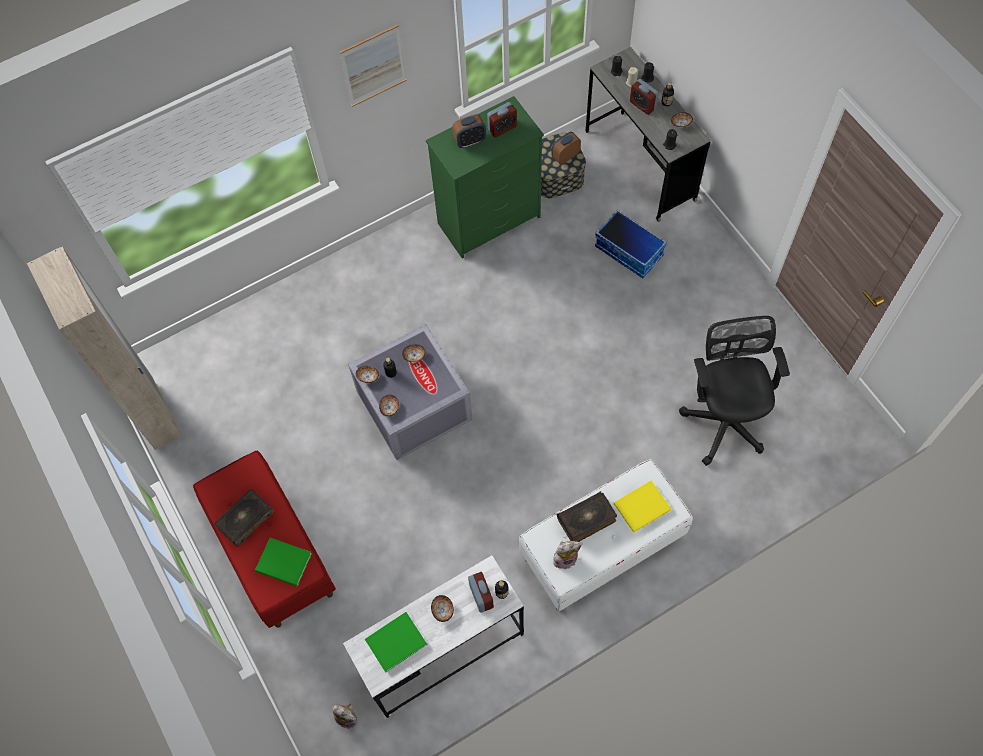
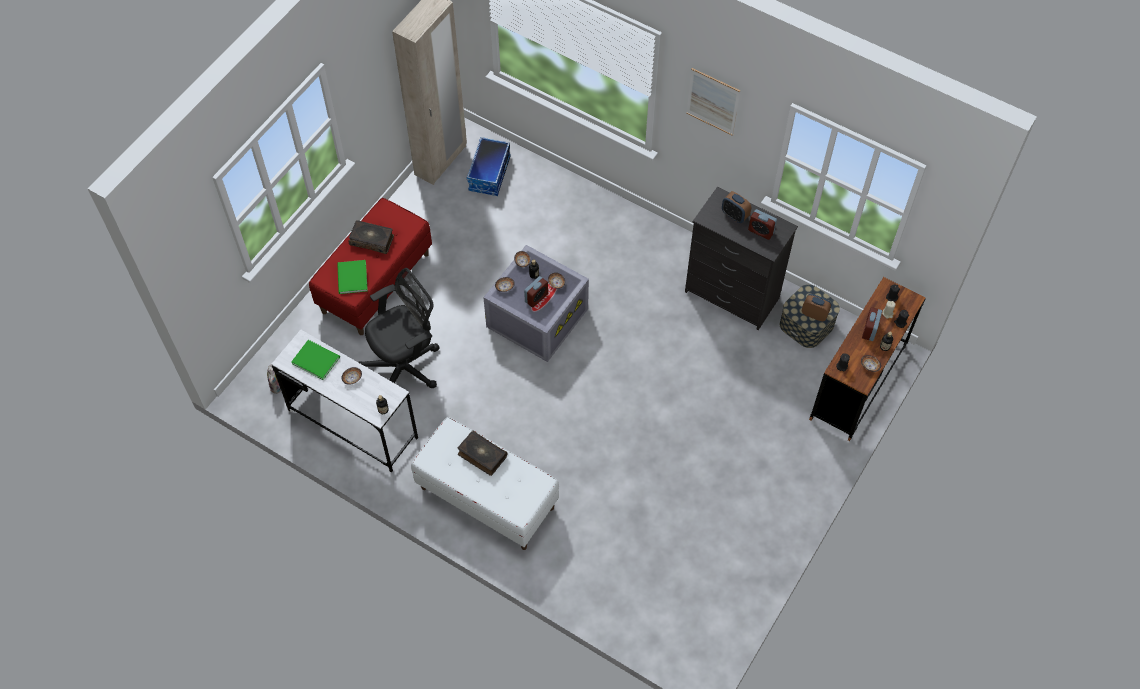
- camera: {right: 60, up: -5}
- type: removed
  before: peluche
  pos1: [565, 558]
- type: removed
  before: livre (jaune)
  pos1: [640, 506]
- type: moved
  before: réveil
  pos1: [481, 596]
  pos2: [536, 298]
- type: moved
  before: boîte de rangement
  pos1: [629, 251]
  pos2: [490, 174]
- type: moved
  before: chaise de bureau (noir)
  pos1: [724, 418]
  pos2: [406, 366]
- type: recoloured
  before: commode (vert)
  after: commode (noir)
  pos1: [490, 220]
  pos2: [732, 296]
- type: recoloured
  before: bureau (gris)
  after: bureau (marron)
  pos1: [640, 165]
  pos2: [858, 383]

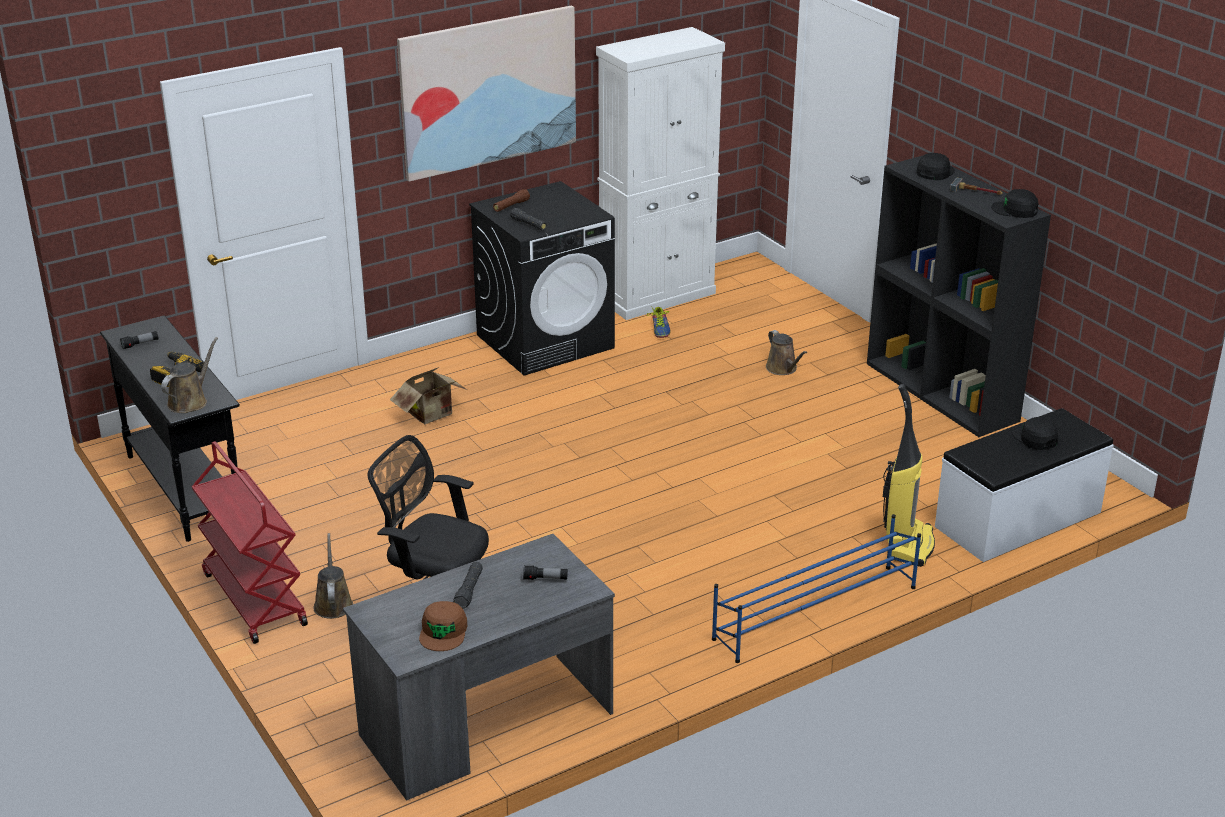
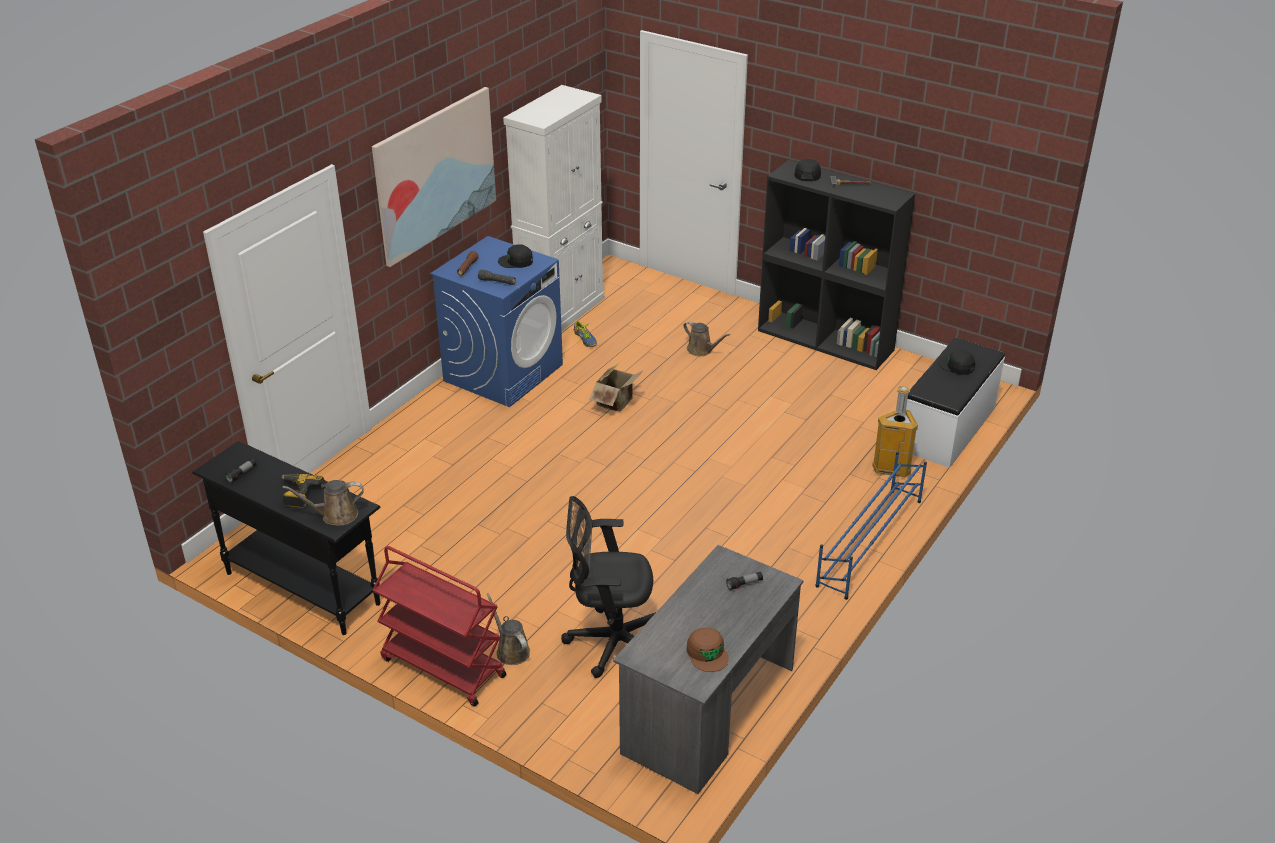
- camera: {right: -25, up: 5}
- type: removed
  before: lampe de poche (noir)
  pos1: [469, 590]
- type: moved
  before: carton
  pos1: [432, 415]
  pos2: [617, 403]
- type: moved
  before: casquette (noir)
  pos1: [1015, 210]
  pos2: [516, 261]
- type: replaced
  before: aspirateur
  after: poubelle
  pos1: [907, 544]
  pos2: [891, 469]
- type: recoloured
  before: lave-linge (noir)
  after: lave-linge (bleu)
  pos1: [545, 341]
  pos2: [503, 372]
- type: turned
  before: arrosoir (marron)
  pos1: [190, 401]
  pos2: [335, 515]
  turn: -105

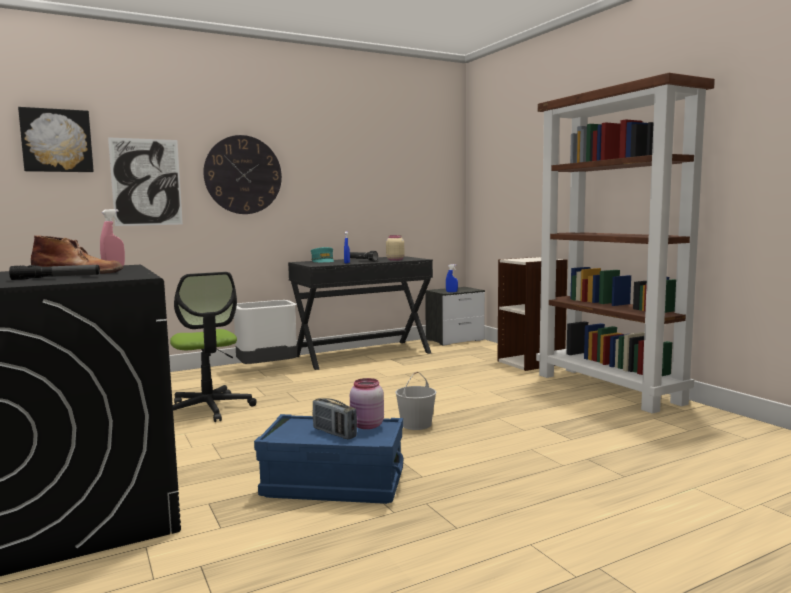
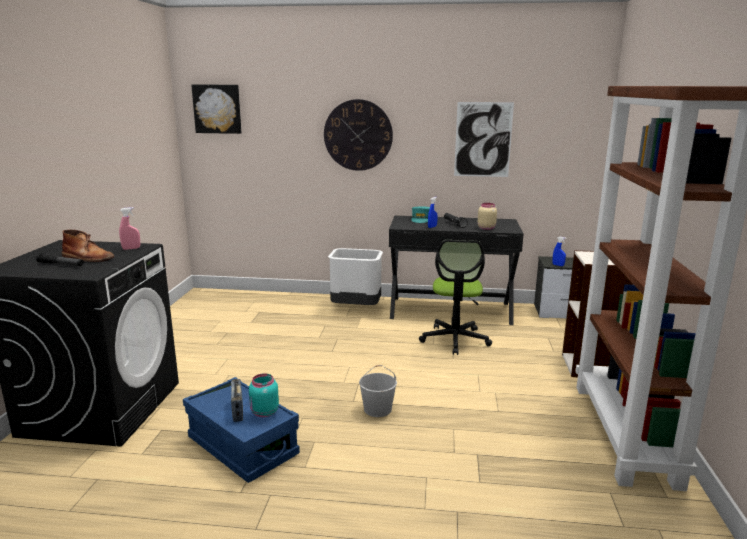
- camera: {right: 35, up: 10}
- type: moved
  before: tableau
  pos1: [146, 182]
  pos2: [483, 139]
- type: moved
  before: chaise de bureau
  pos1: [208, 409]
  pos2: [455, 340]
- type: recoloured
  before: bocal (rose)
  after: bocal (turquoise)
  pos1: [367, 426]
  pos2: [264, 412]

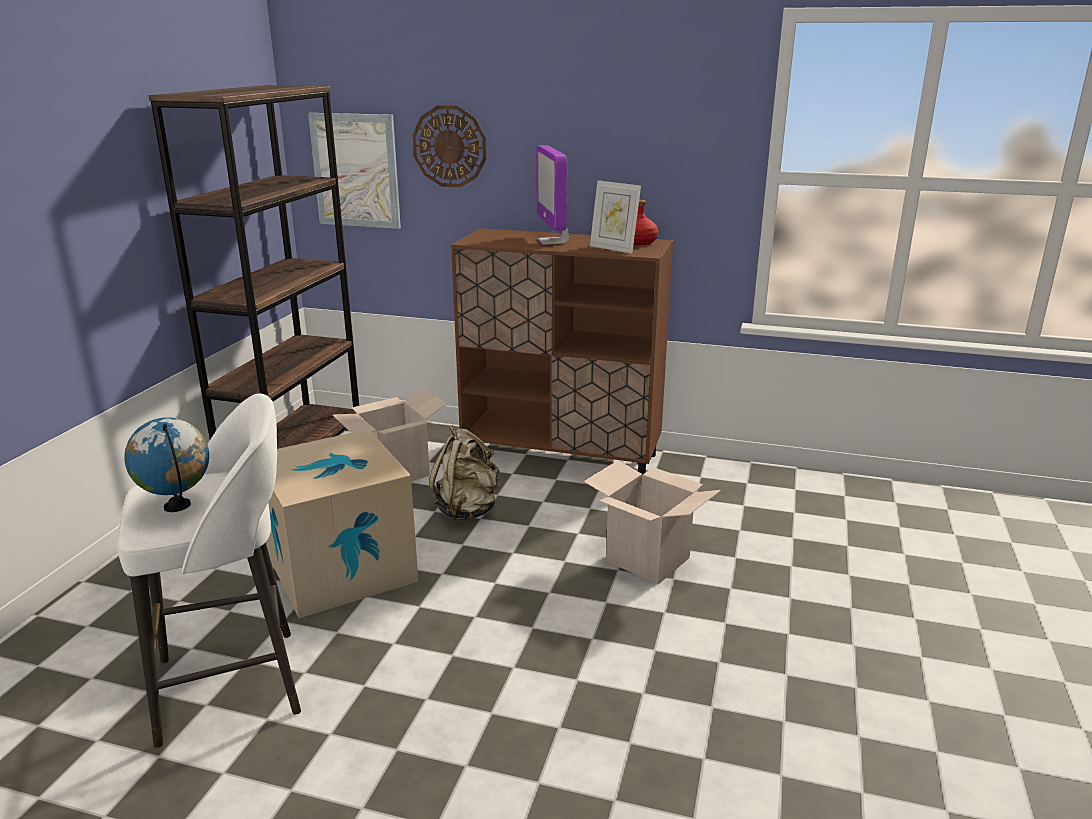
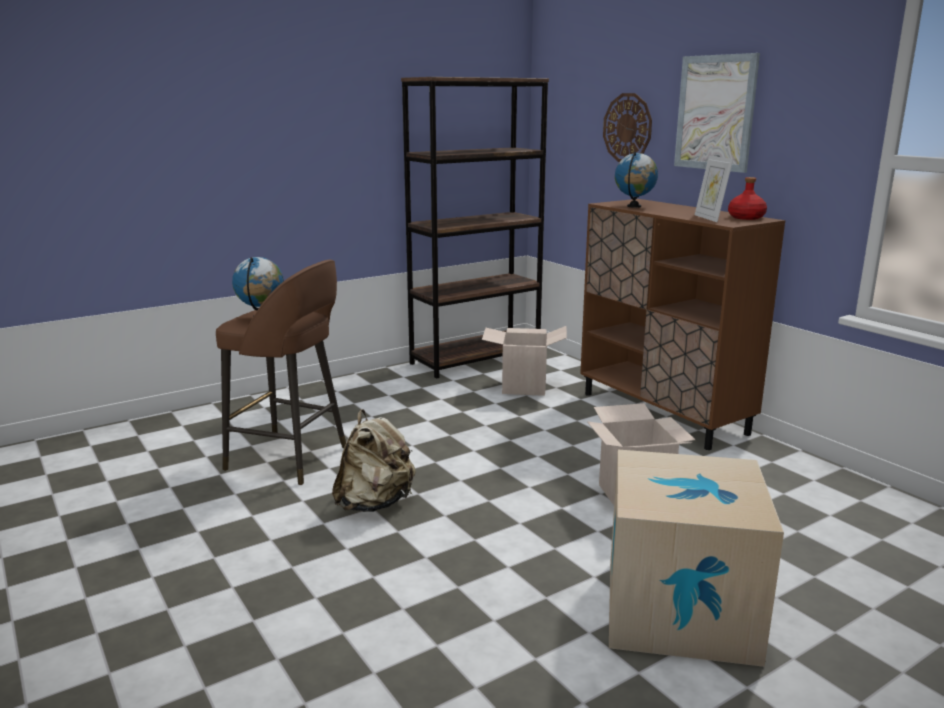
- camera: {right: 40, up: -5}
- type: removed
  before: écran d'ordinateur
  pos1: [553, 241]
- type: added
  after: globe
  pos2: [634, 206]
- type: moved
  before: carton
  pos1: [341, 568]
  pos2: [679, 610]
- type: moved
  before: tableau
  pos1: [356, 171]
  pos2: [715, 113]
- type: moved
  before: sac à dos (beige)
  pos1: [468, 510]
  pos2: [375, 504]
- type: recoloured
  before: tabouret (blanc)
  after: tabouret (marron)
  pos1: [234, 685]
  pos2: [290, 459]

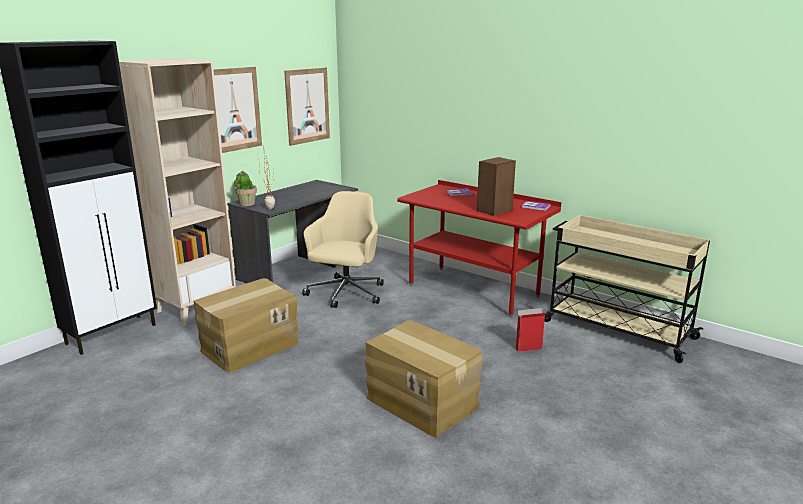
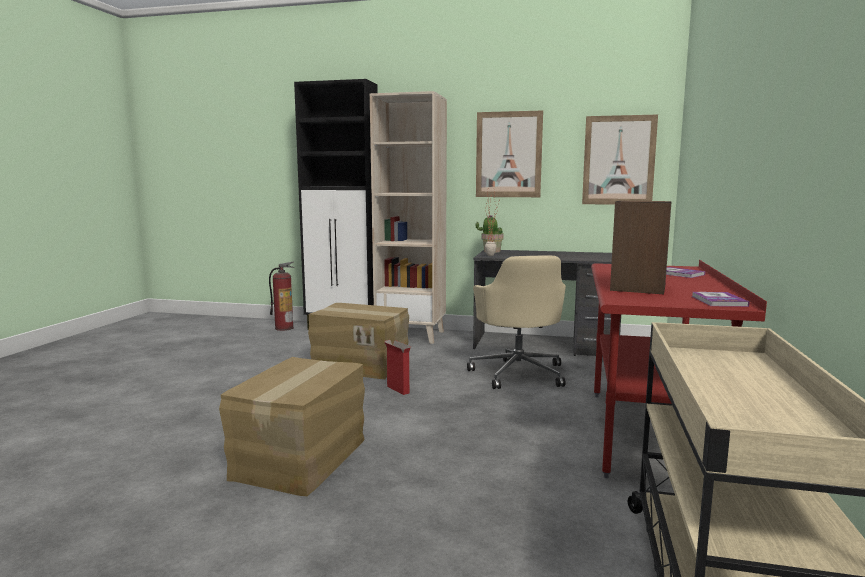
- camera: {right: 65, up: -10}
- type: added
  after: extincteur
  pos2: [284, 328]
- type: moved
  before: carton
  pos1: [528, 349]
  pos2: [397, 389]
- type: turned
  before: chaise de bureau (beige)
  pos1: [345, 294]
  pos2: [518, 373]
  turn: 90

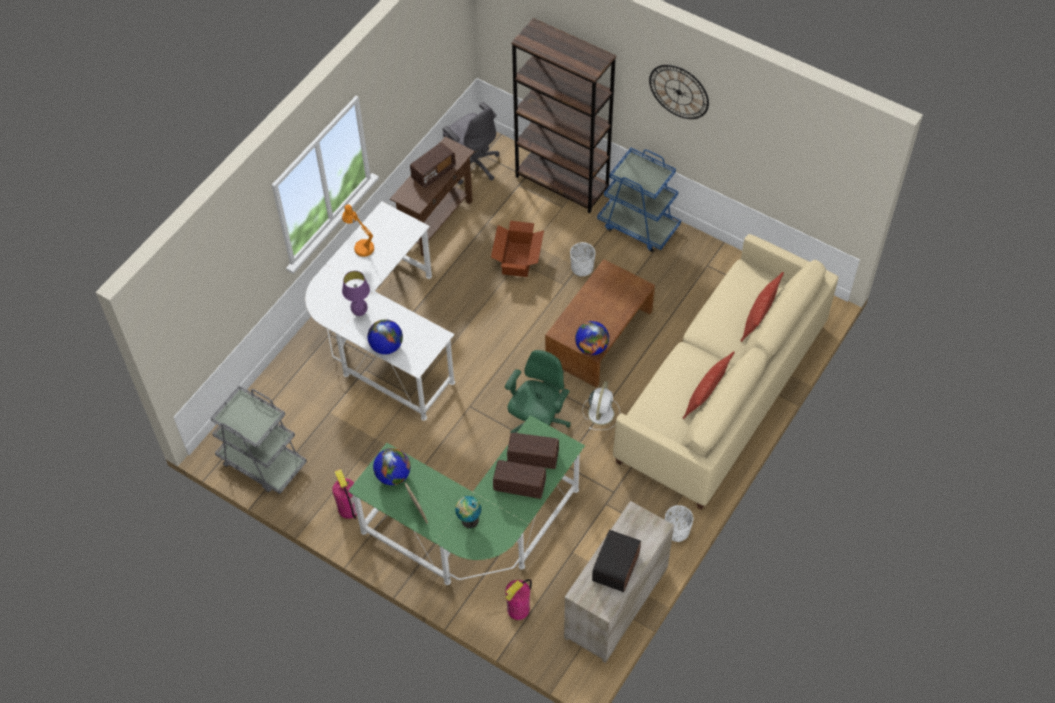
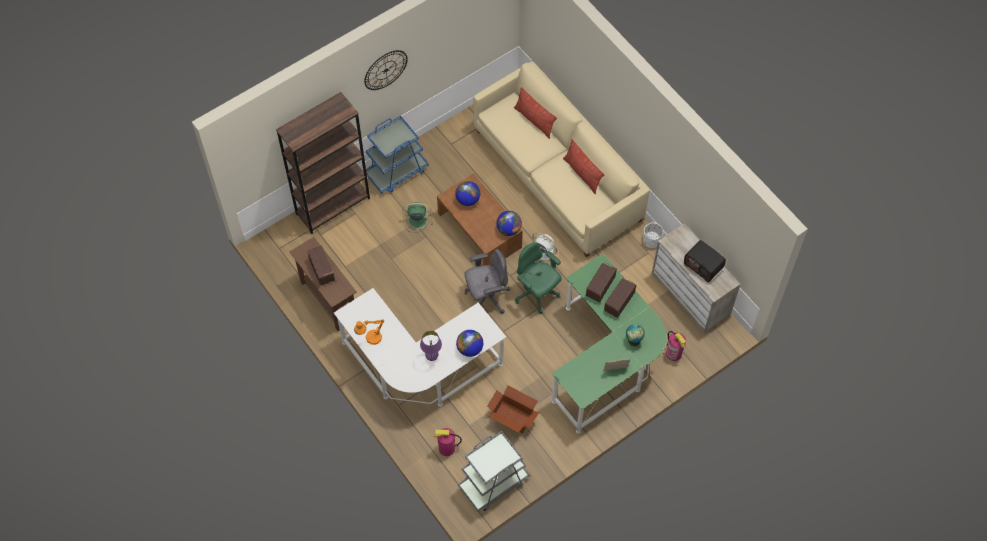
- camera: {right: -70, up: 5}
- type: moved
  before: extincteur
  pos1: [348, 509]
  pos2: [446, 448]
- type: moved
  before: globe
  pos1: [393, 475]
  pos2: [468, 199]
- type: moved
  before: chaise de bureau (gris)
  pos1: [473, 164]
  pos2: [486, 297]
- type: moved
  before: carton
  pos1: [518, 259]
  pos2: [512, 416]
- type: replaced
  before: cache-pot (blanc)
  after: ventilateur (vert)
  pos1: [582, 268]
  pos2: [416, 220]

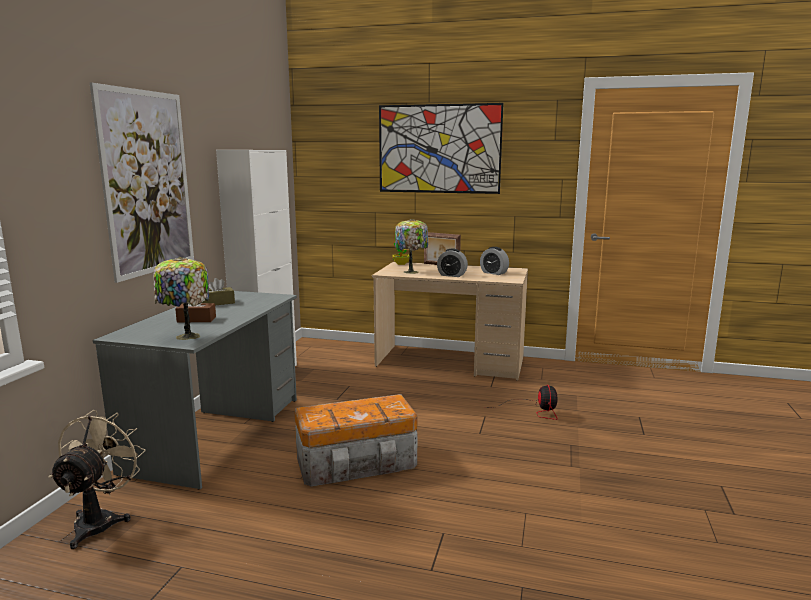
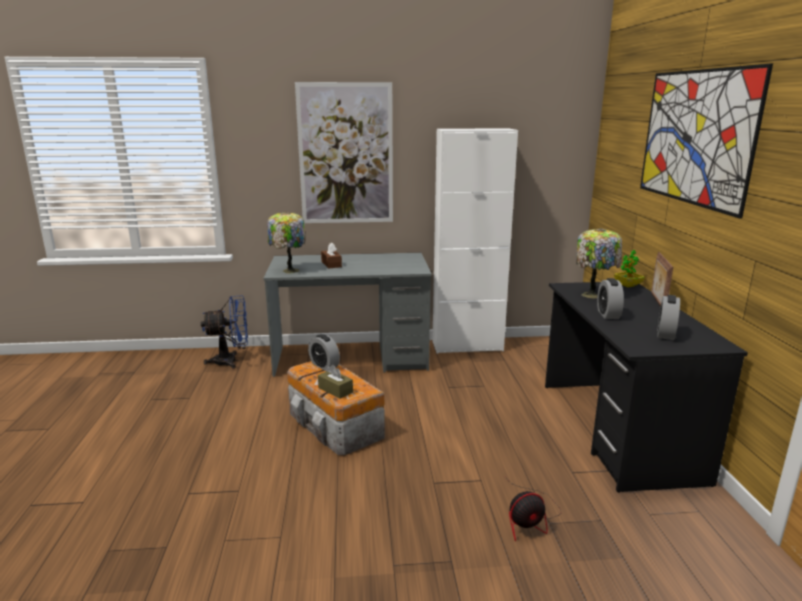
- camera: {right: 70, up: 5}
- type: added
  after: réveil
  pos2: [324, 365]
- type: moved
  before: boîte à mouchoirs (marron)
  pos1: [217, 303]
  pos2: [335, 390]
- type: recoloured
  before: ventilateur (beige)
  after: ventilateur (bleu)
  pos1: [101, 520]
  pos2: [231, 361]
- type: recoloured
  before: bureau (beige)
  after: bureau (noir)
  pos1: [450, 362]
  pos2: [617, 430]

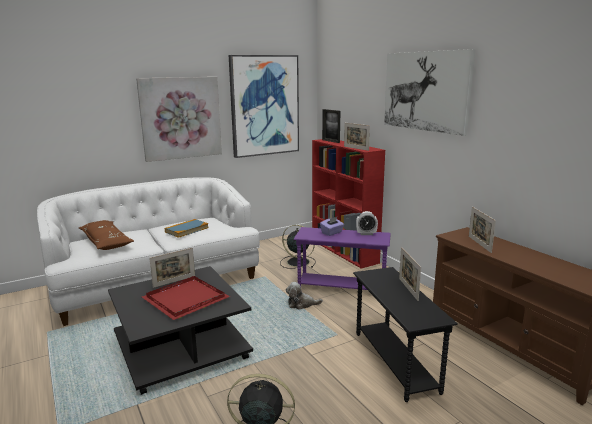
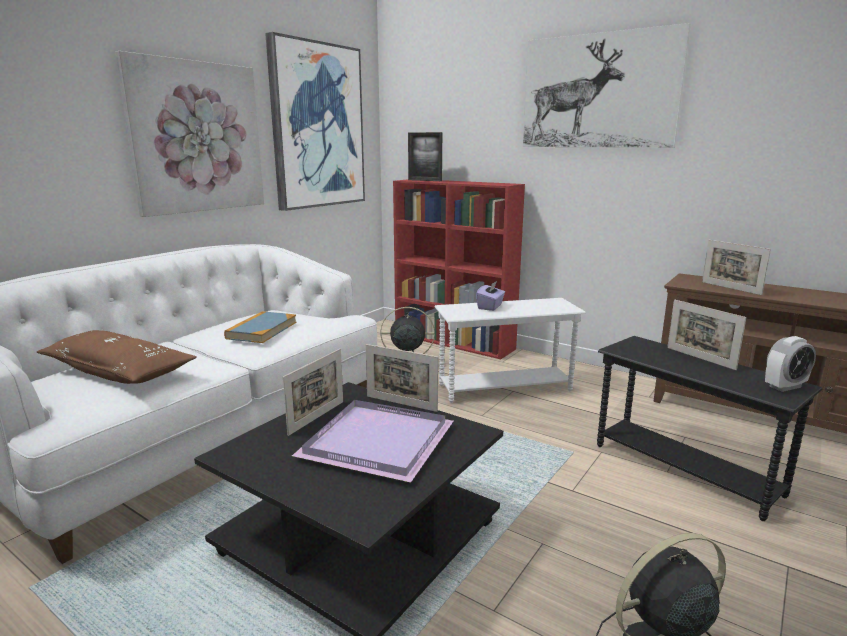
- camera: {right: -25, up: 0}
- type: removed
  before: peluche
  pos1: [301, 304]
- type: moved
  before: cadre photo
  pos1: [356, 148]
  pos2: [401, 403]
- type: moved
  before: réveil
  pos1: [366, 234]
  pos2: [785, 386]
- type: recoloured
  before: plateau (rouge)
  after: plateau (violet)
  pos1: [186, 298]
  pos2: [376, 441]
- type: recoloured
  before: table d'appoint (violet)
  after: table d'appoint (blanc)
  pos1: [341, 287]
  pos2: [504, 388]

